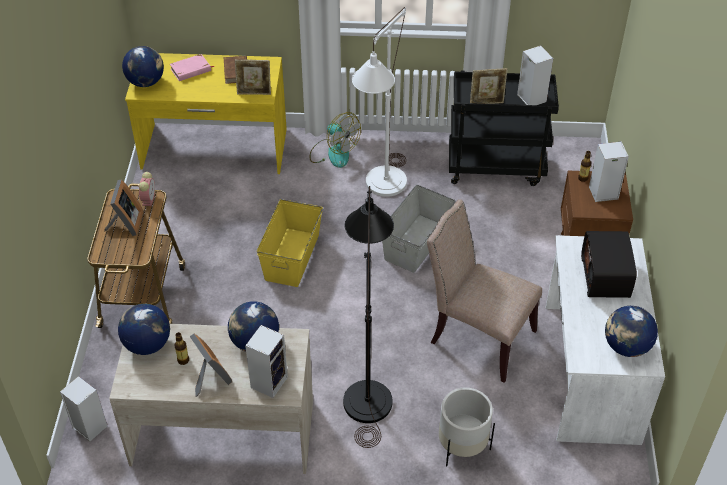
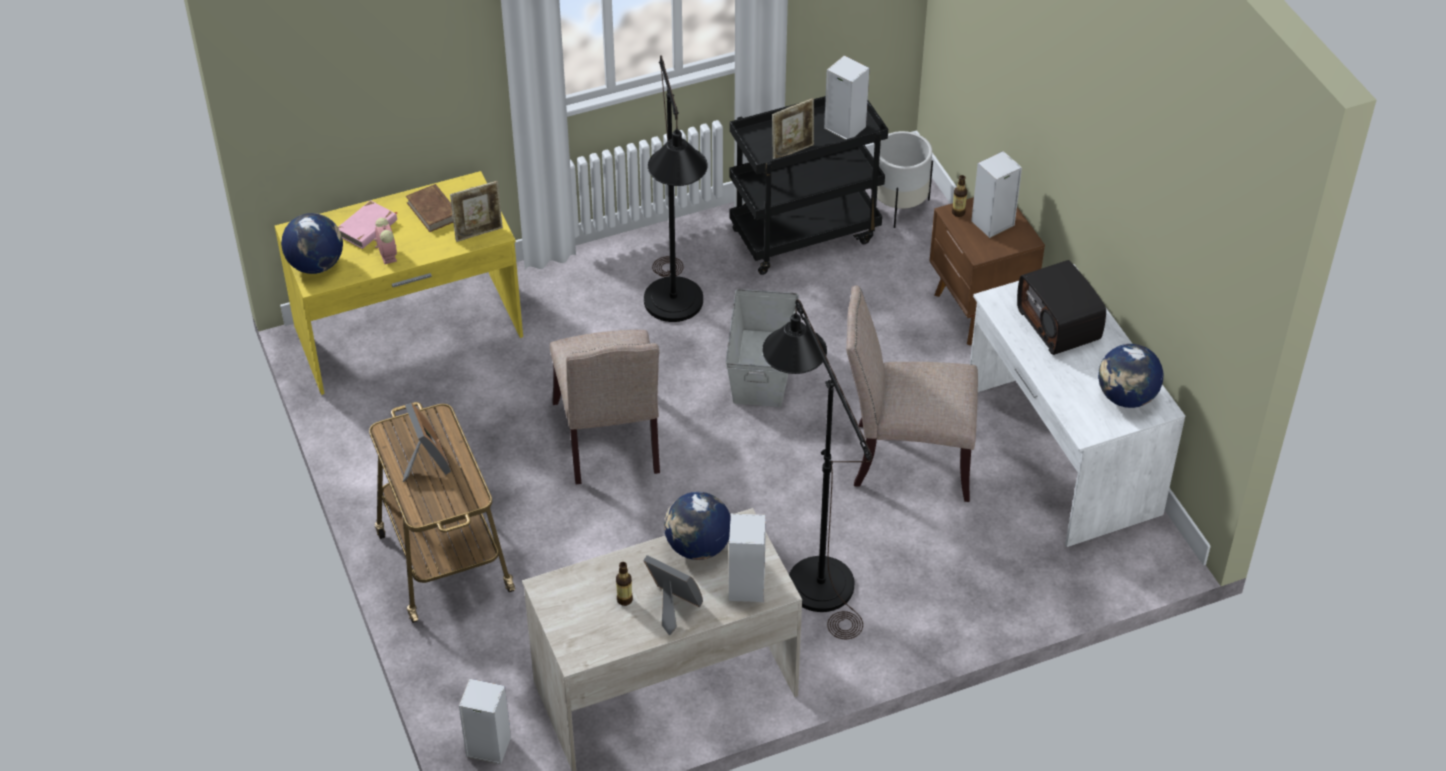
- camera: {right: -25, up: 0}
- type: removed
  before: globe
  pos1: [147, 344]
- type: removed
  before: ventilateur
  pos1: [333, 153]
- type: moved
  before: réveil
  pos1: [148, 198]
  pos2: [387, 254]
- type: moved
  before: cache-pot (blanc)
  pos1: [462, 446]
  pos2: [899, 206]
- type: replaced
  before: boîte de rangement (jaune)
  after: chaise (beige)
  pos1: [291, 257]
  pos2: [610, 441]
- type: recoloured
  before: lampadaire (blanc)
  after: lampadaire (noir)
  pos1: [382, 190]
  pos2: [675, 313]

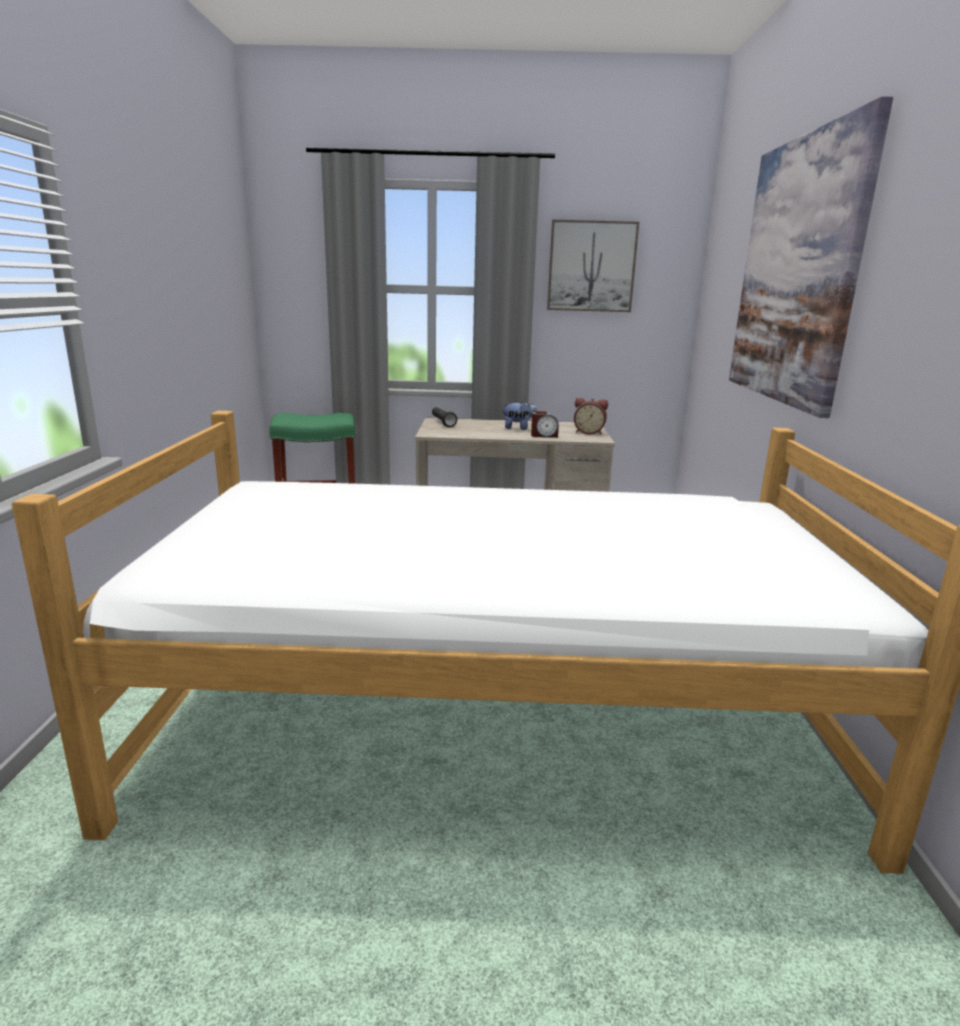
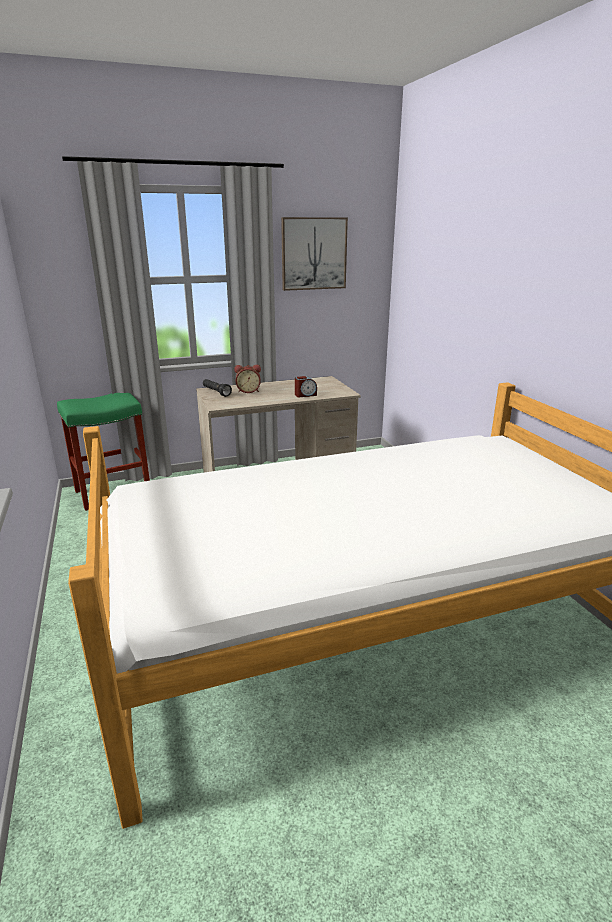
- camera: {right: -20, up: 5}
- type: removed
  before: peluche
  pos1: [519, 428]
- type: removed
  before: tableau
  pos1: [796, 271]
- type: moved
  before: réveil
  pos1: [589, 432]
  pos2: [248, 391]

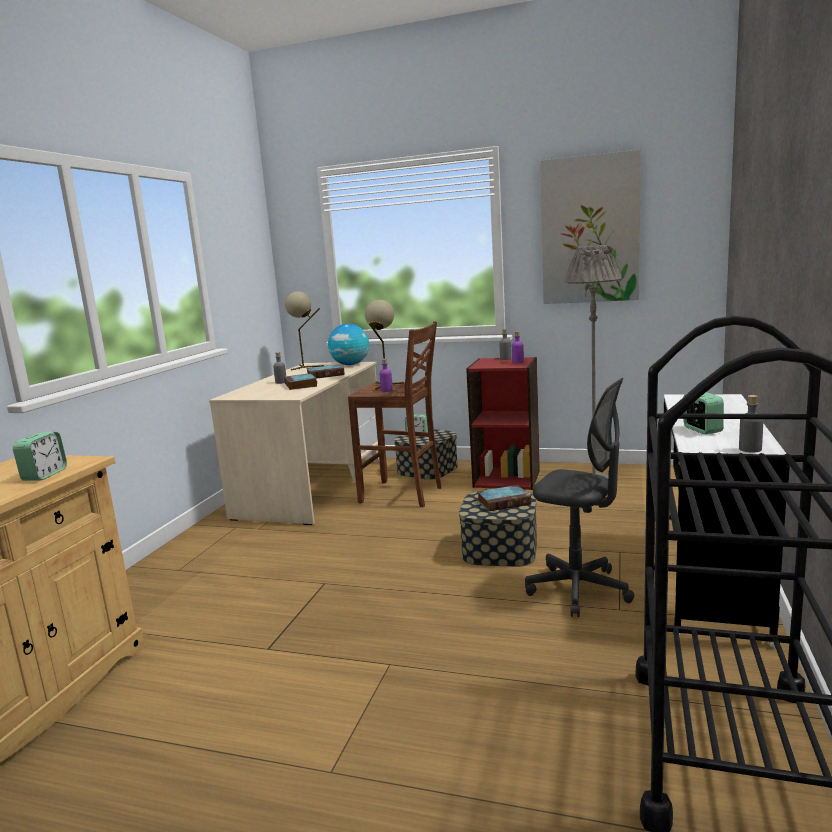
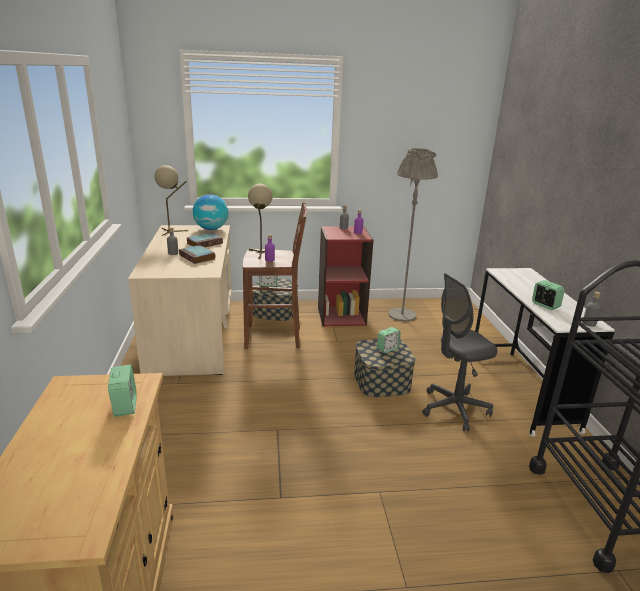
- camera: {right: -25, up: 10}
- type: removed
  before: tableau
  pos1: [590, 230]
- type: replaced
  before: livre
  after: réveil
  pos1: [504, 502]
  pos2: [387, 349]
- type: turned
  before: chaise de bureau (gris)
  pos1: [578, 590]
  pos2: [454, 409]
  turn: 150

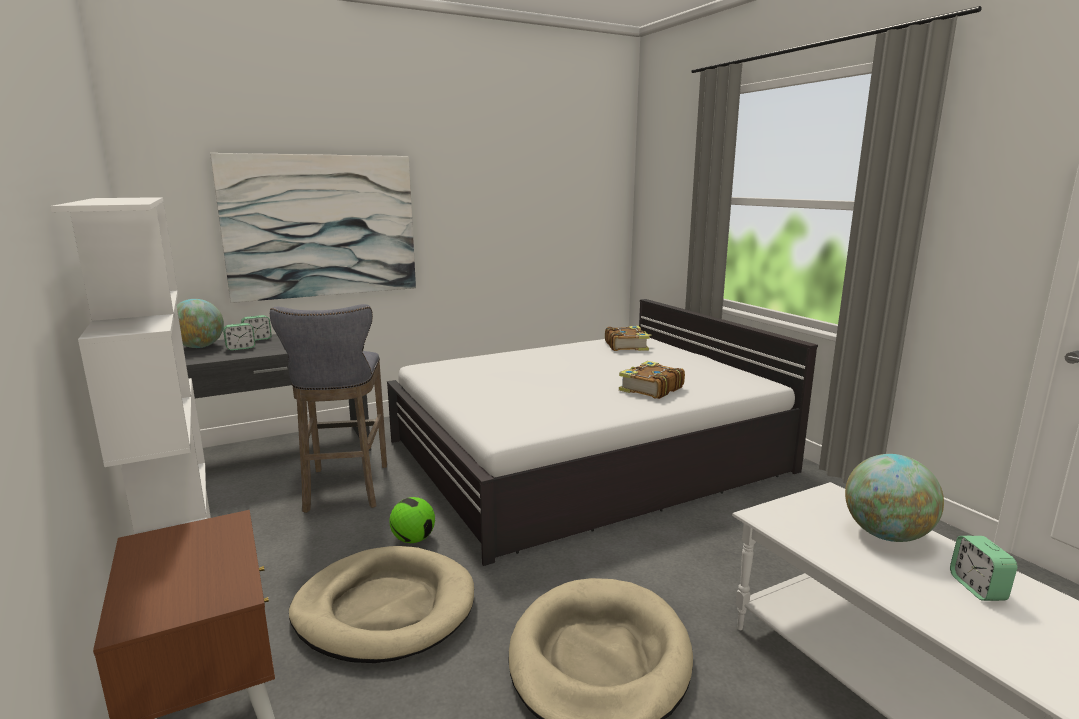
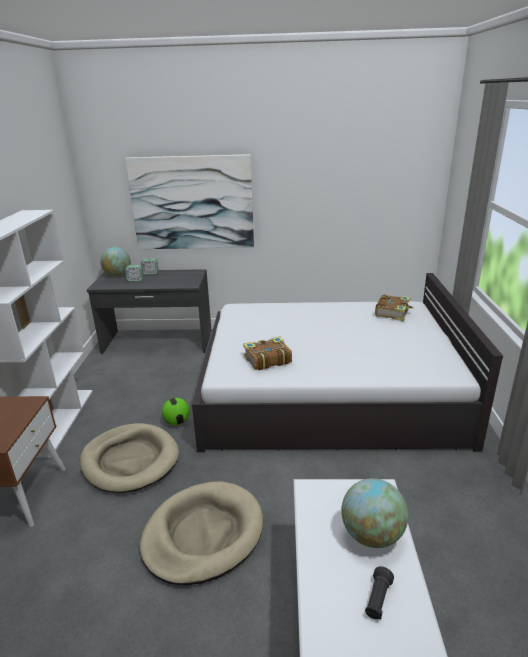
- camera: {right: 30, up: 10}
- type: removed
  before: tabouret (gris)
  pos1: [345, 490]
- type: moved
  before: livre
  pos1: [650, 389]
  pos2: [267, 359]
- type: replaced
  before: réveil
  after: lampe de poche (noir)
  pos1: [977, 588]
  pos2: [377, 599]

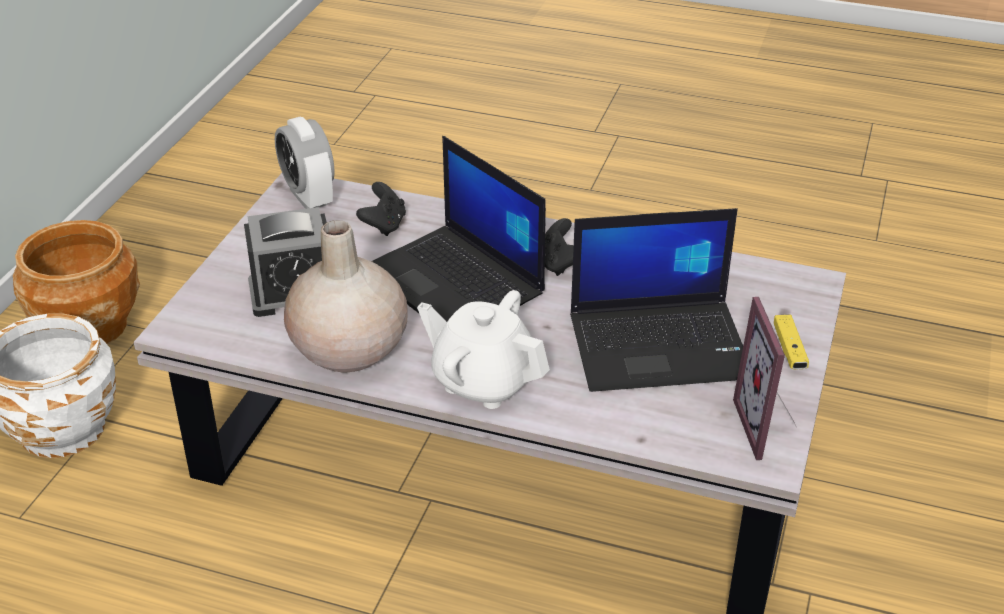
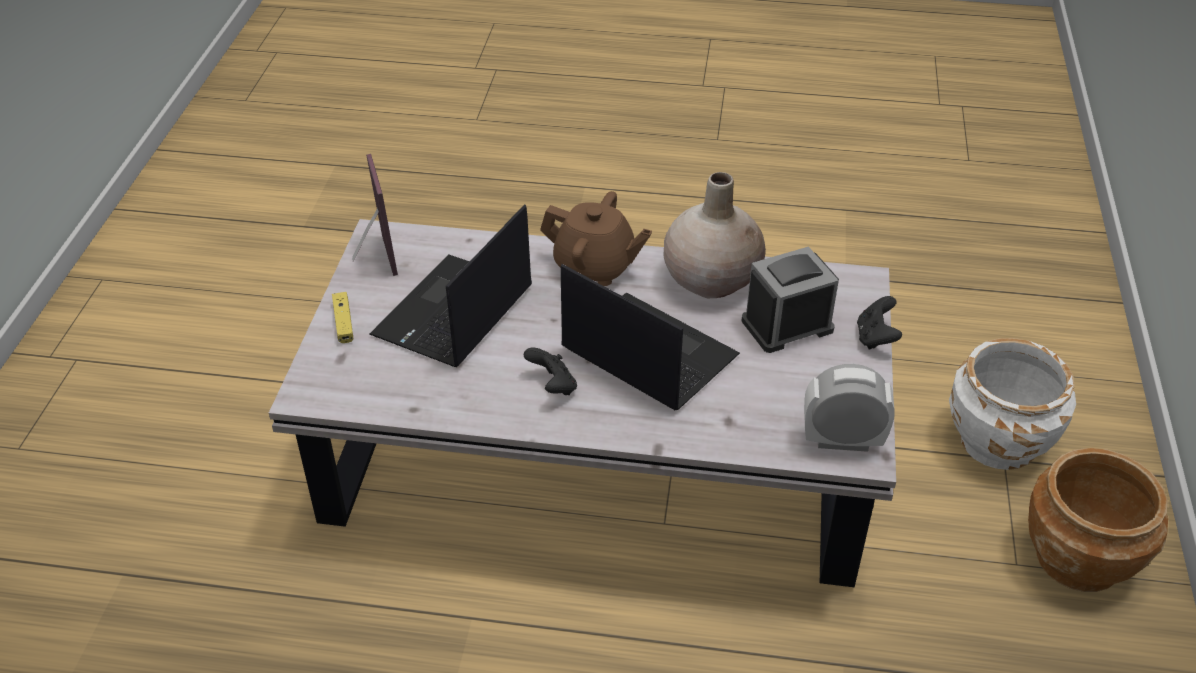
- camera: {right: 170, up: 5}
- type: moved
  before: manette (noir)
  pos1: [384, 225]
  pos2: [875, 337]
- type: recoloured
  before: théière (blanc)
  after: théière (marron)
  pos1: [483, 381]
  pos2: [595, 267]
- type: turned
  before: réveil
  pos1: [308, 197]
  pos2: [842, 441]
  turn: -45
- type: turned
  before: ordinateur portable
  pos1: [661, 345]
  pos2: [453, 314]
  turn: -45

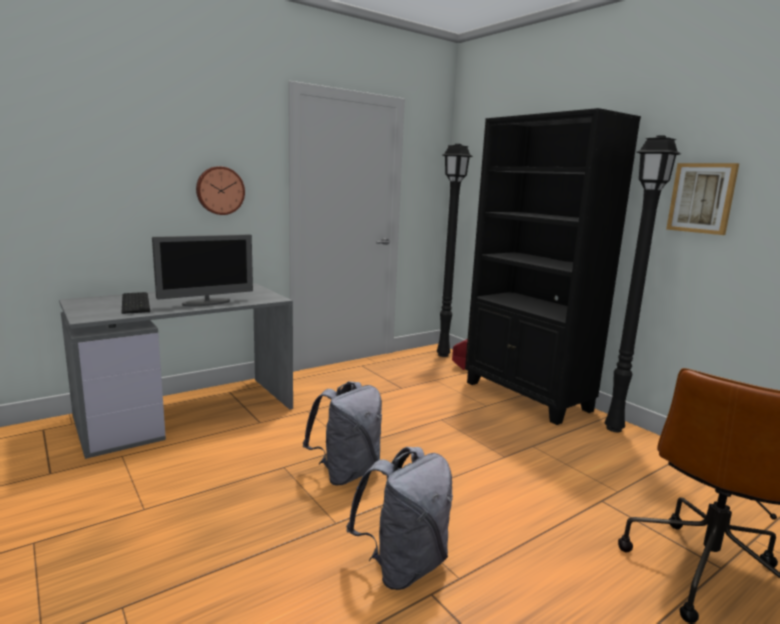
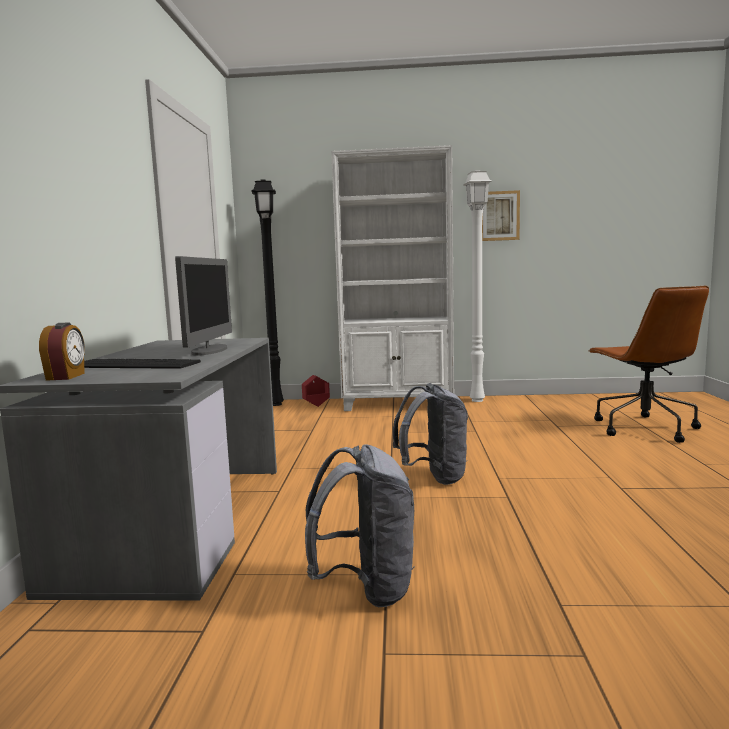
- camera: {right: -50, up: -5}
- type: removed
  before: horloge murale
  pos1: [220, 190]
- type: added
  after: réveil
  pos2: [66, 376]
- type: moved
  before: sac à dos (gris)
  pos1: [403, 566]
  pos2: [366, 588]
- type: recoloured
  before: bibliothèque (noir)
  after: bibliothèque (blanc)
  pos1: [527, 397]
  pos2: [398, 404]
- type: recoloured
  before: lampadaire (noir)
  after: lampadaire (blanc)
  pos1: [615, 429]
  pos2: [477, 400]

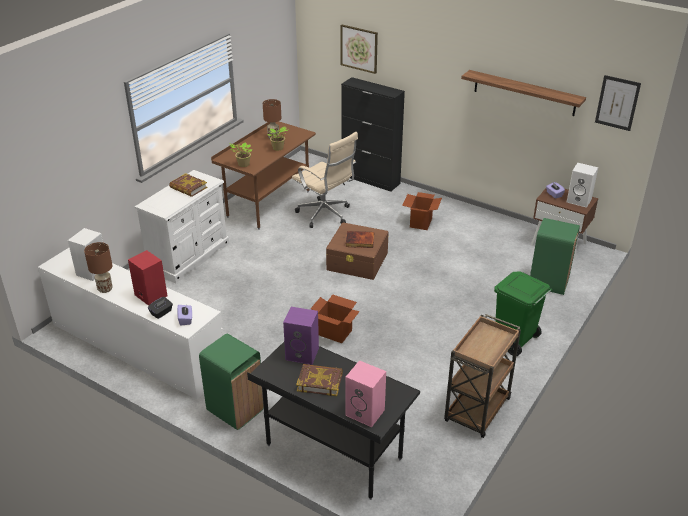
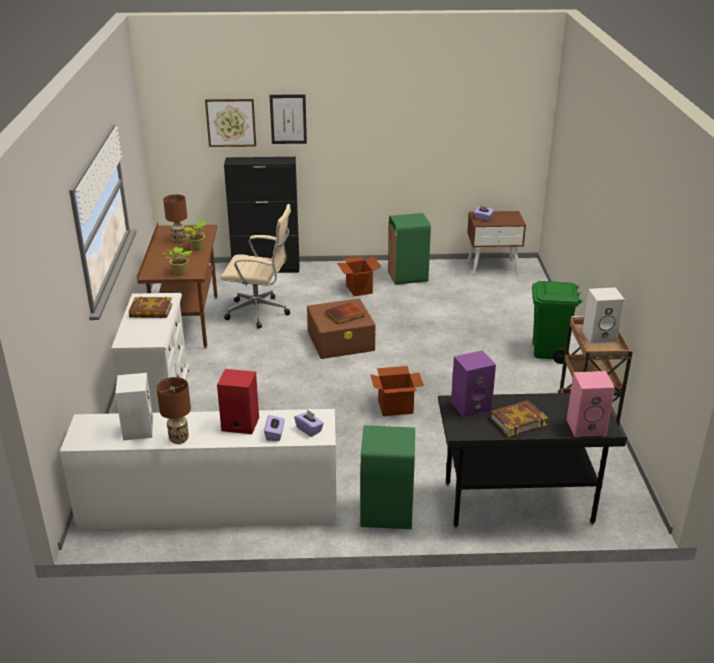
- camera: {right: -35, up: -5}
- type: removed
  before: étagère
  pos1: [524, 93]
- type: moved
  before: poubelle (vert)
  pos1: [549, 283]
  pos2: [408, 277]
- type: moved
  before: enceinte (blanc)
  pos1: [579, 200]
  pos2: [600, 336]
- type: moved
  before: tableau
  pos1: [617, 103]
  pos2: [288, 119]
- type: recoloured
  before: boîte à mouchoirs (noir)
  after: boîte à mouchoirs (violet)
  pos1: [161, 313]
  pos2: [275, 434]

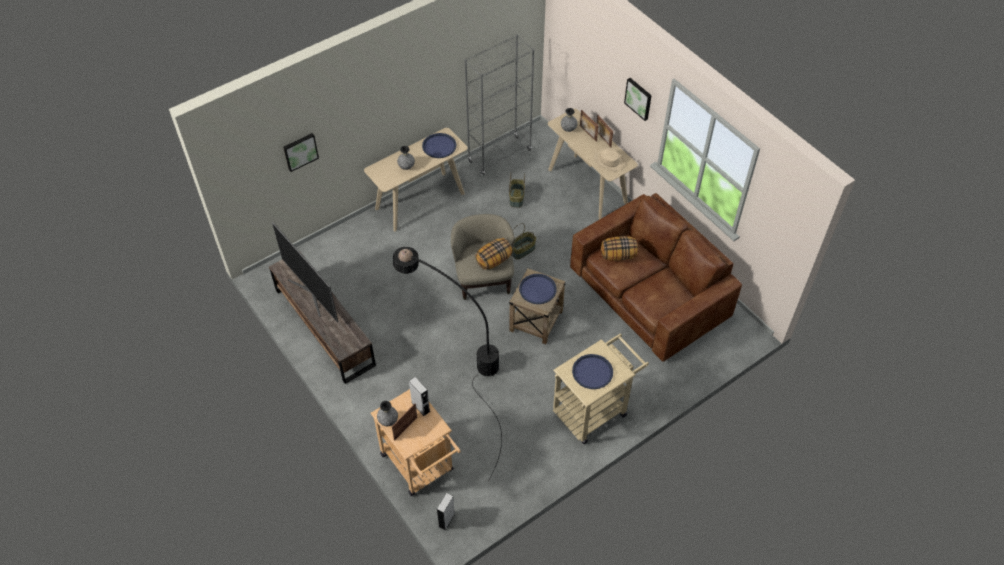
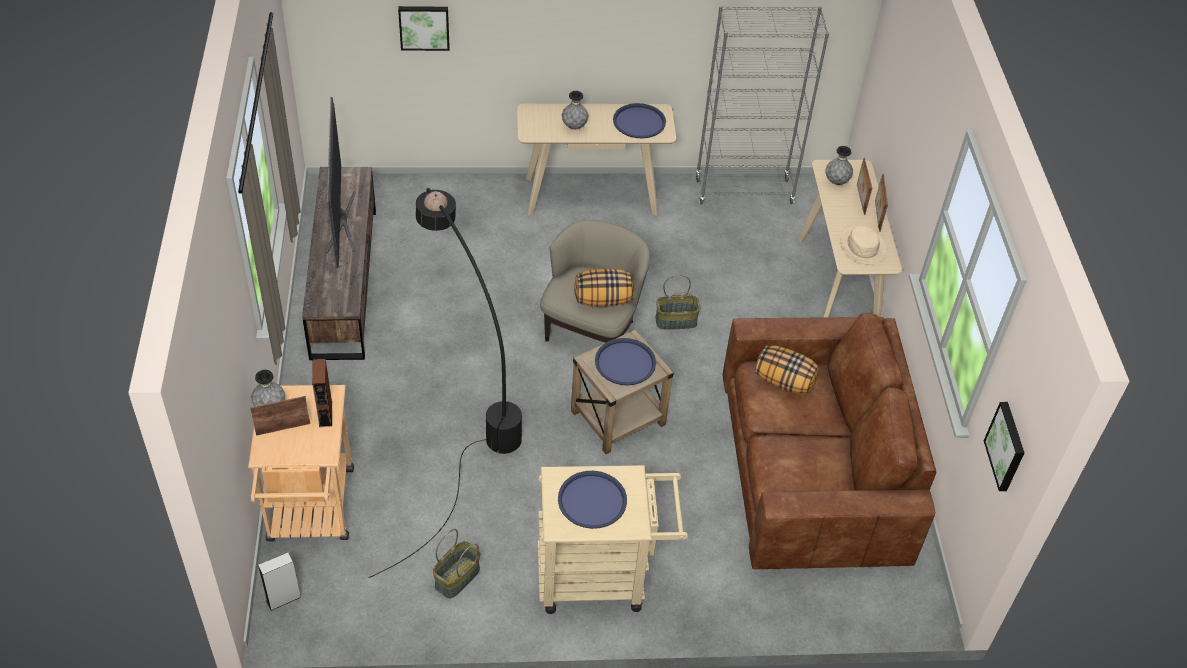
- camera: {right: 30, up: -5}
- type: moved
  before: panier
  pos1: [517, 198]
  pos2: [457, 578]
- type: moved
  before: tableau
  pos1: [639, 98]
  pos2: [1007, 446]
- type: recoloured
  before: enceinte (gris)
  after: enceinte (marron)
  pos1: [420, 407]
  pos2: [325, 414]

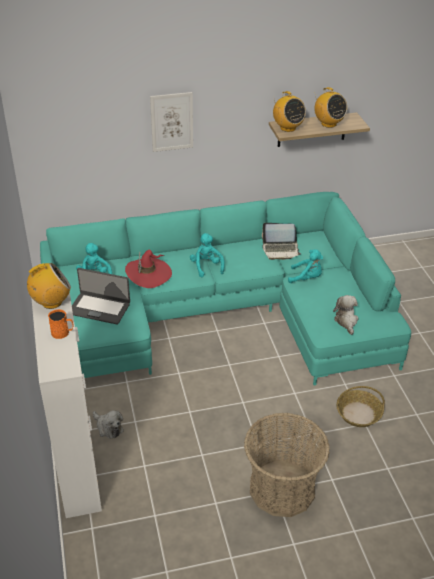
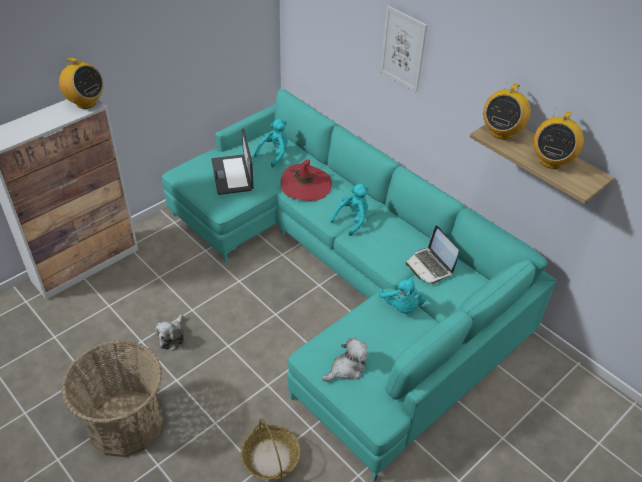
- camera: {right: 60, up: 5}
- type: removed
  before: mug (orange)
  pos1: [62, 333]
- type: moved
  before: peluche
  pos1: [108, 427]
  pos2: [172, 337]

